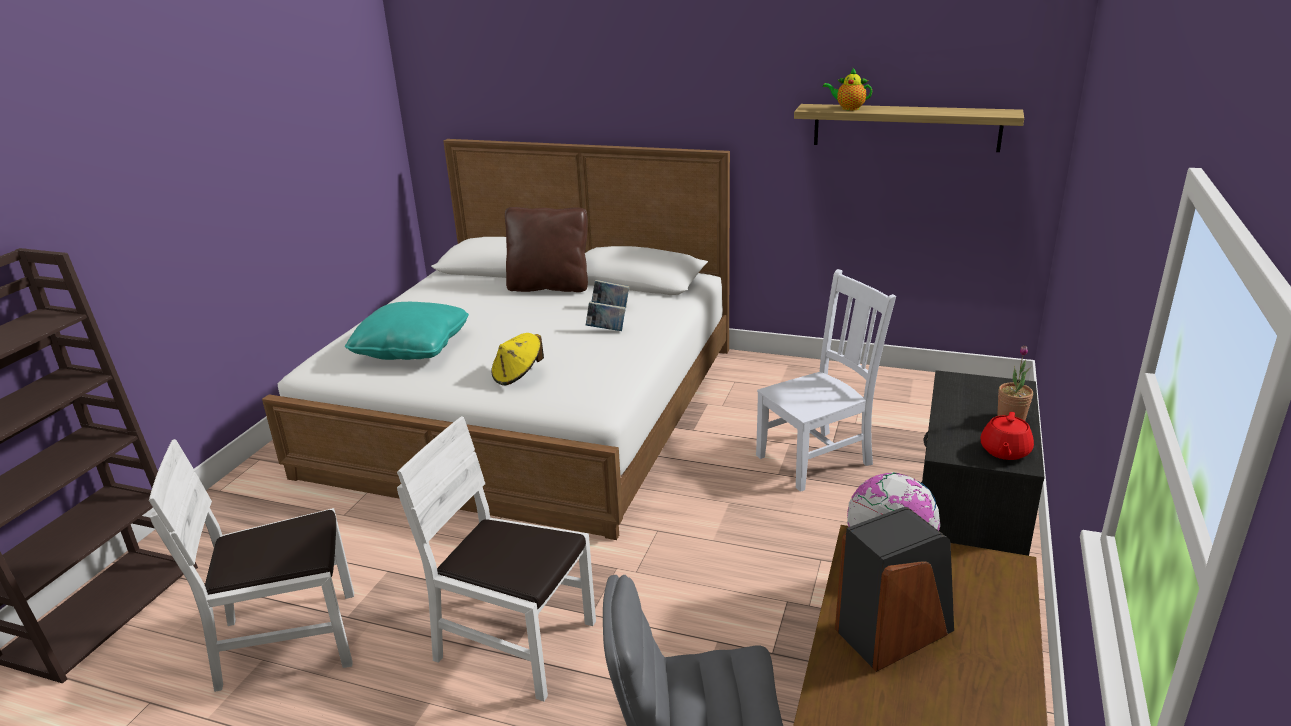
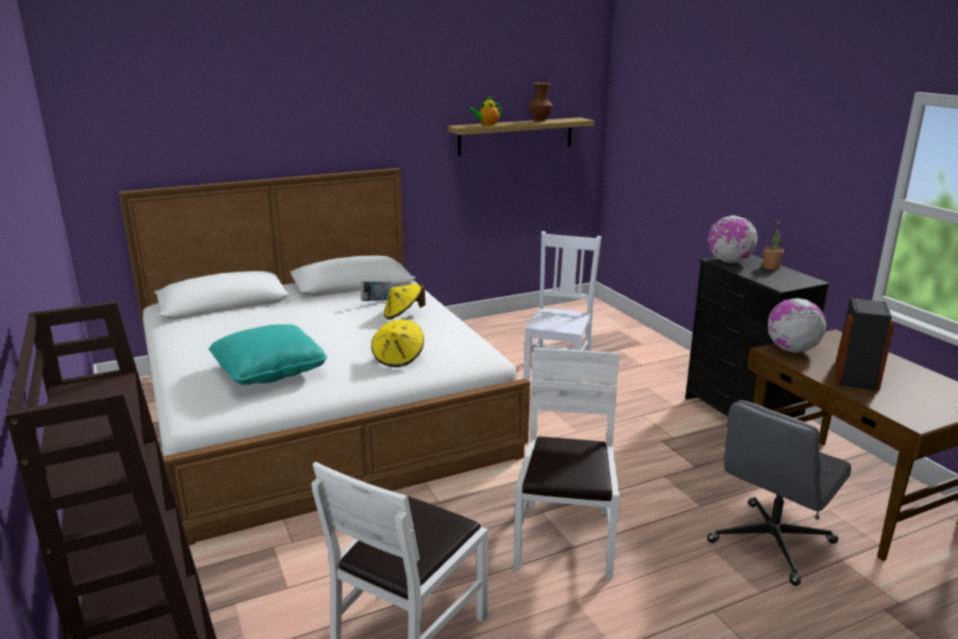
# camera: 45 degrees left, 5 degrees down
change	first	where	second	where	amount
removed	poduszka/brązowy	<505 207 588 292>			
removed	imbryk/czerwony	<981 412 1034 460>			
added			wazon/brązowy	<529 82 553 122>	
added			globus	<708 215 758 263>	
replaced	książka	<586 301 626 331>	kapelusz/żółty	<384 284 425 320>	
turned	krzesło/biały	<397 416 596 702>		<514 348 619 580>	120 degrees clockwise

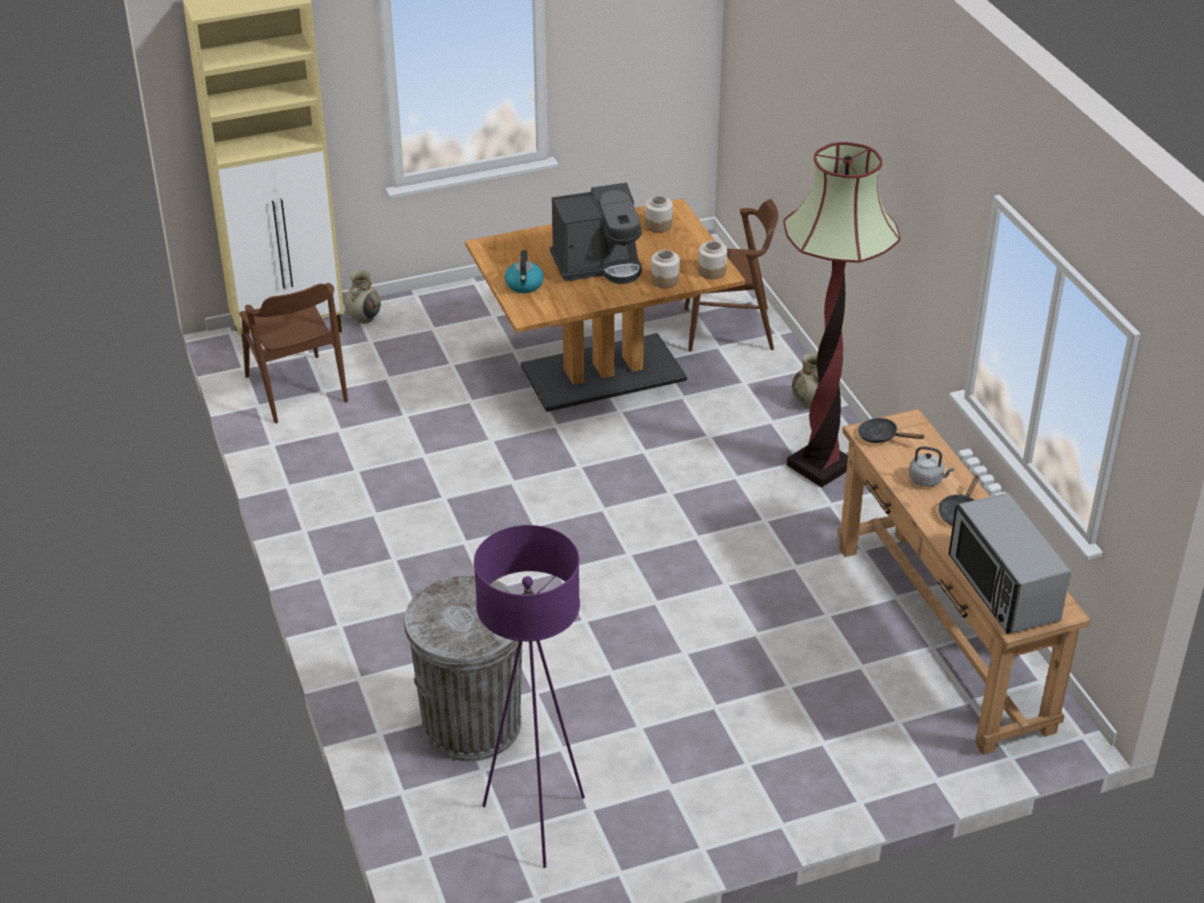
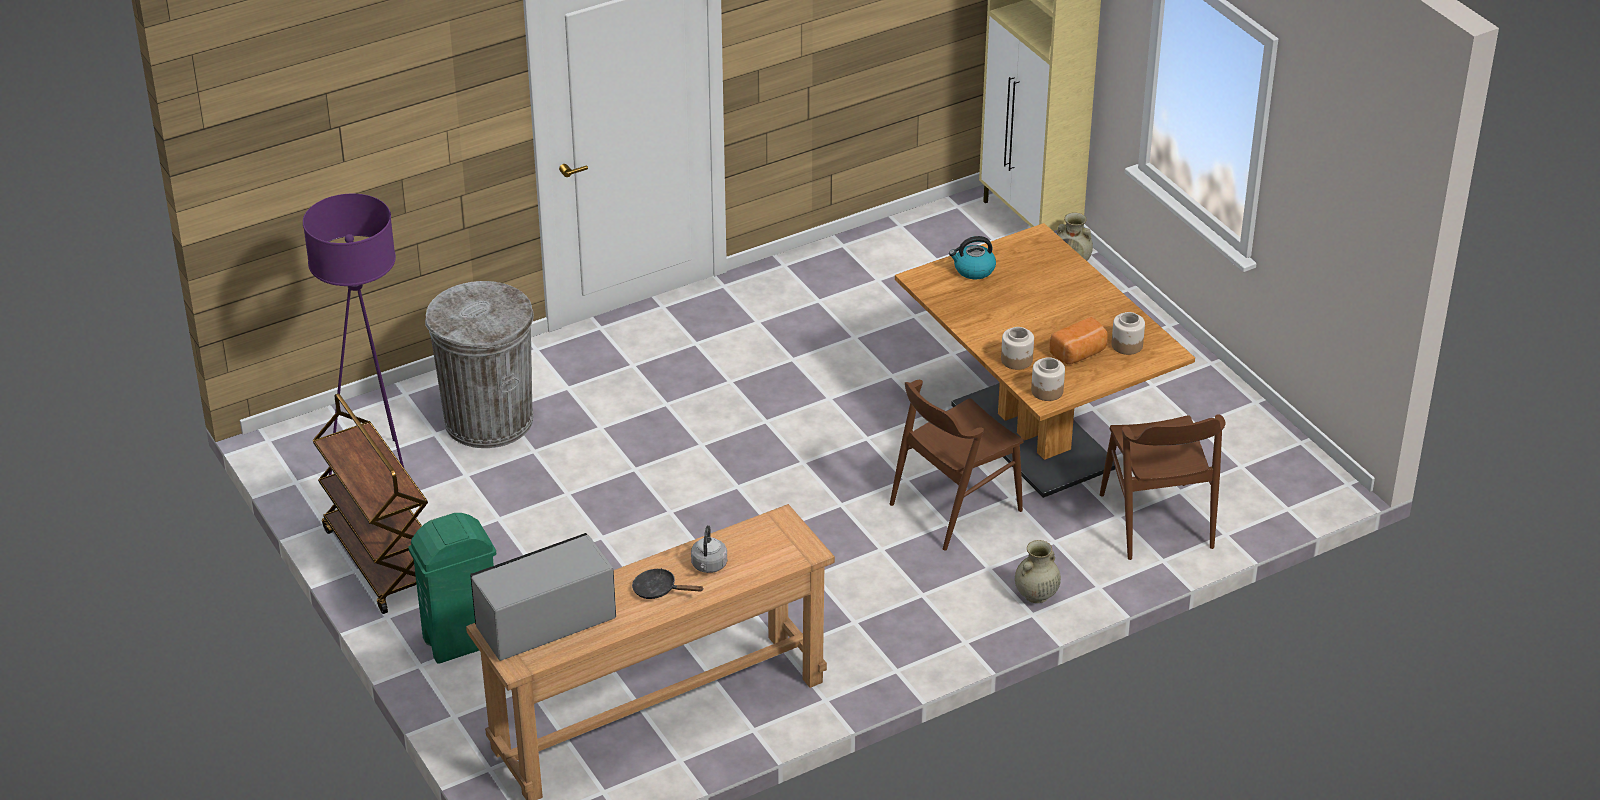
# camera: 80 degrees right, 0 degrees up
change	first	where	second	where	amount
removed	ekspres do kawy	<550 183 642 284>			
removed	lampa stojąca	<783 142 901 488>			
removed	patelnia/czarny	<858 418 924 443>			
added			wózek/brązowy	<312 393 428 614>	
added			kosz na śmieci/zielony	<408 513 496 664>	
added			chleb	<1050 317 1108 364>	
moved	krzesło/brązowy	<240 283 348 423>		<890 380 1024 550>	

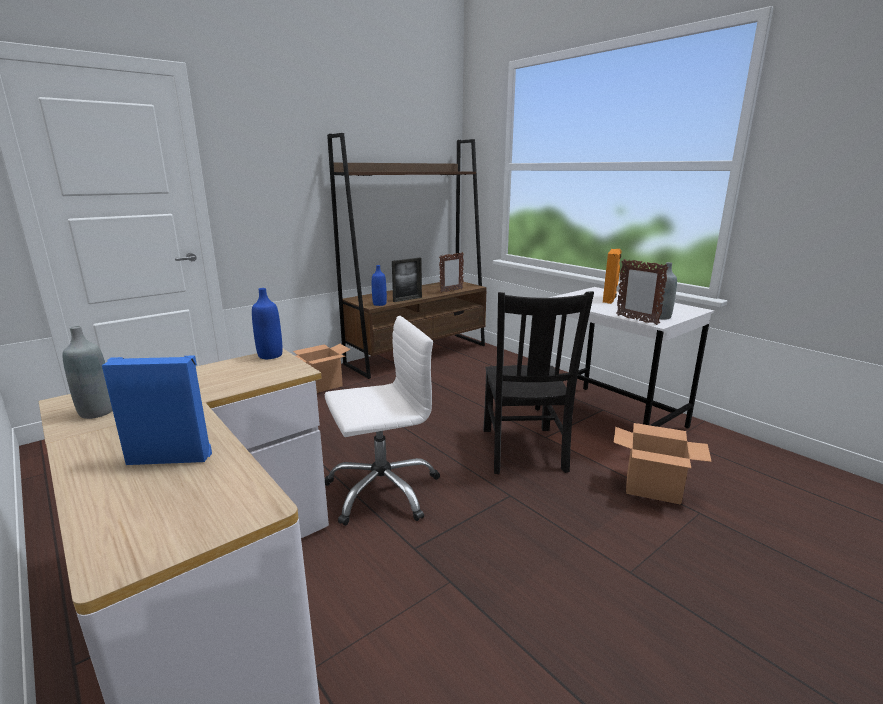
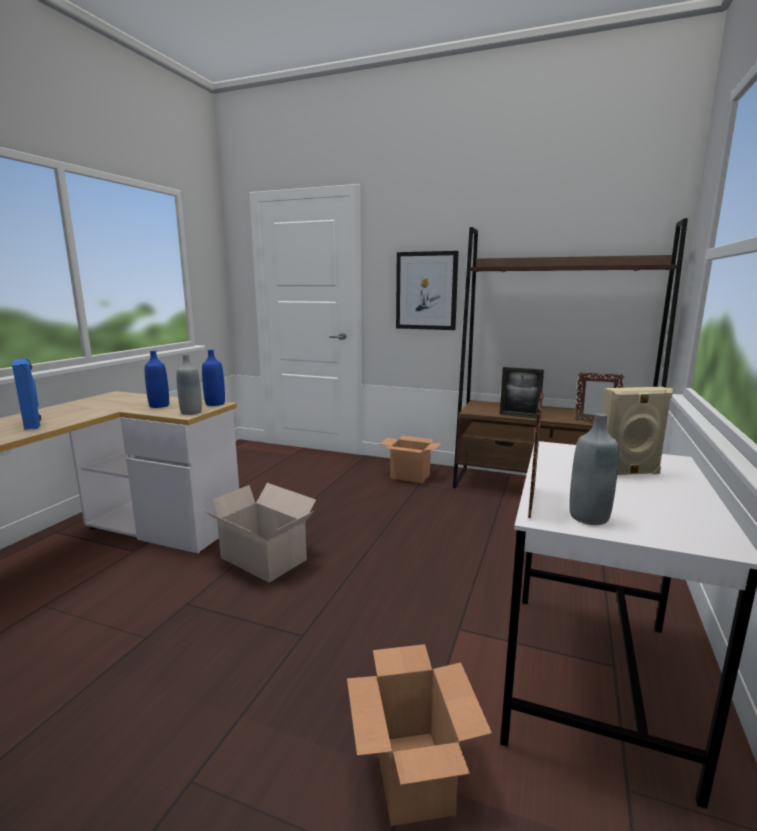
# camera: 60 degrees right, 5 degrees down
change	first	where	second	where	amount
removed	krzesło/czarny	<483 291 594 474>			
added			obraz	<396 251 459 330>	
moved	butelka/szary	<62 326 113 419>		<176 354 202 415>	
moved	butelka/niebieski	<372 265 387 306>		<145 351 169 408>	
replaced	krzesło biurowe/biały	<325 316 440 526>	karton	<202 483 316 583>	
recoloured	głośnik/pomarańczowy	<603 249 621 304>	głośnik/beżowy	<601 387 673 475>	

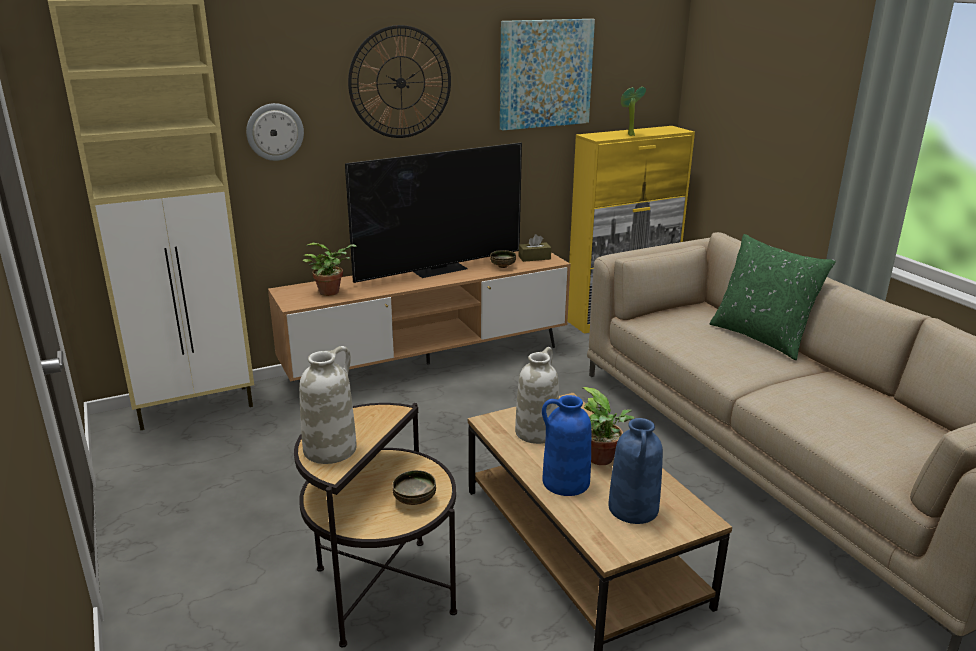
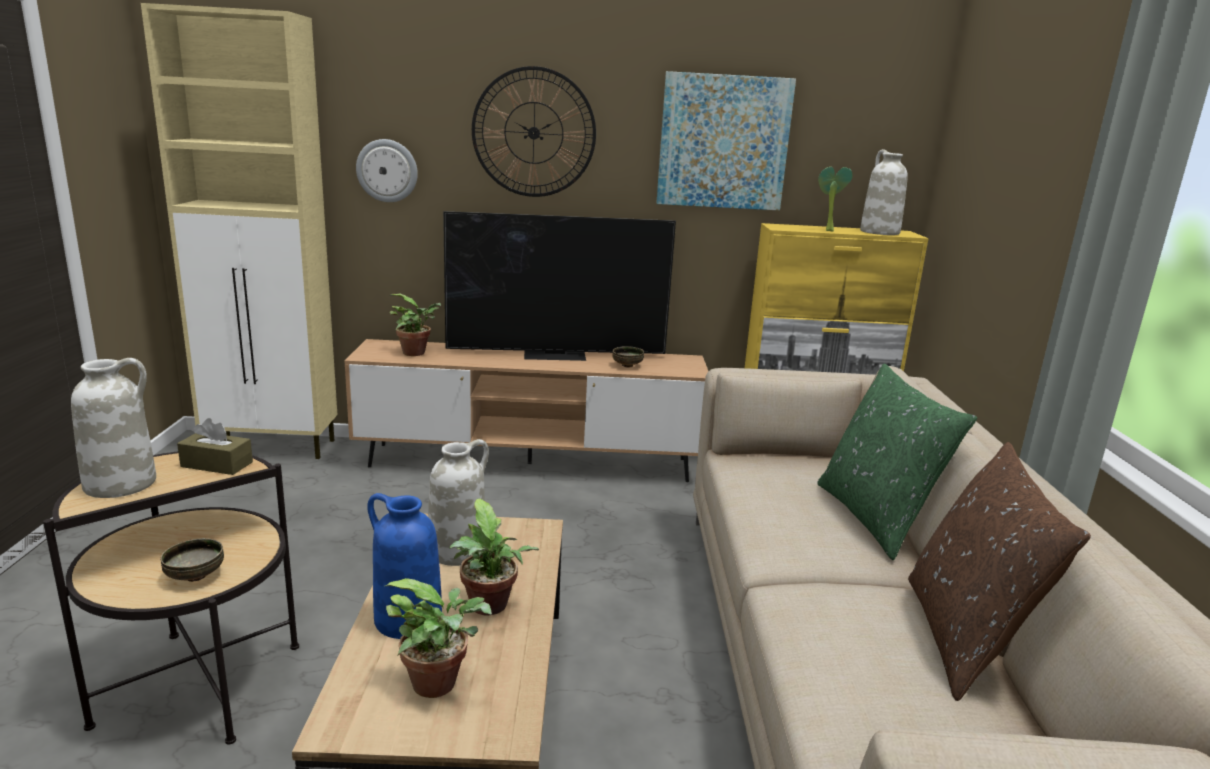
# camera: 25 degrees right, 5 degrees down
change	first	where	second	where	amount
added			wazon/biały	<860 149 908 235>	
added			poduszka/brązowy	<908 442 1091 701>	
moved	pudełko chusteczek/brązowy	<519 234 551 262>		<177 418 253 475>	
replaced	wazon/niebieski	<608 418 663 524>	roślina doniczkowa	<385 578 492 698>	

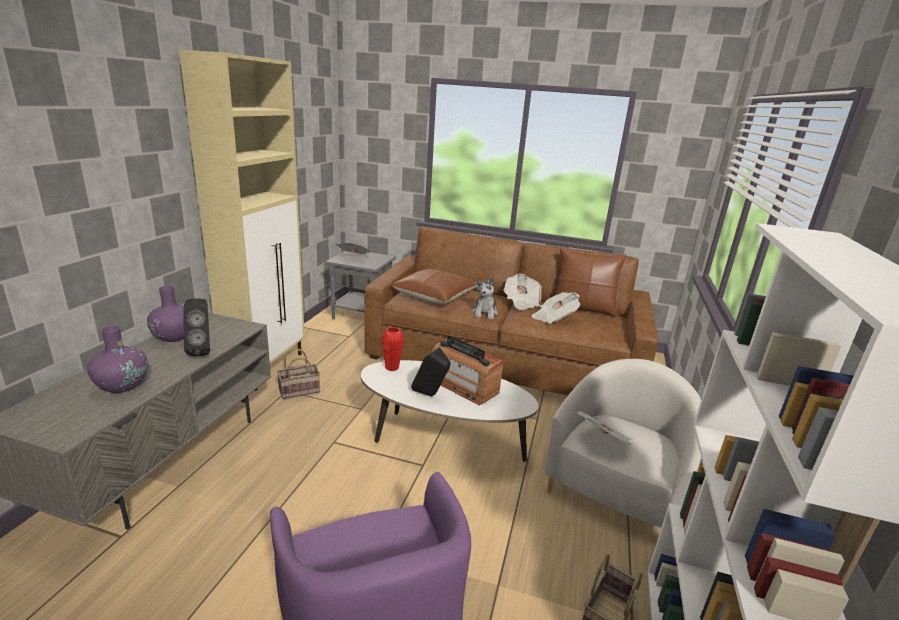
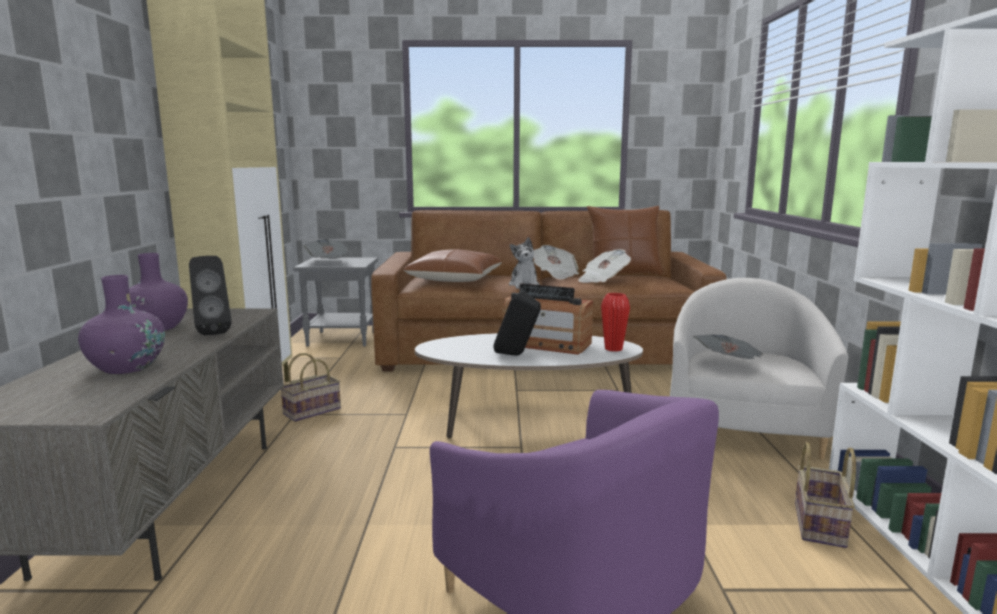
# camera: 15 degrees left, 10 degrees down
change	first	where	second	where	amount
moved	wazon/czerwony	<382 327 404 371>		<601 293 630 352>	

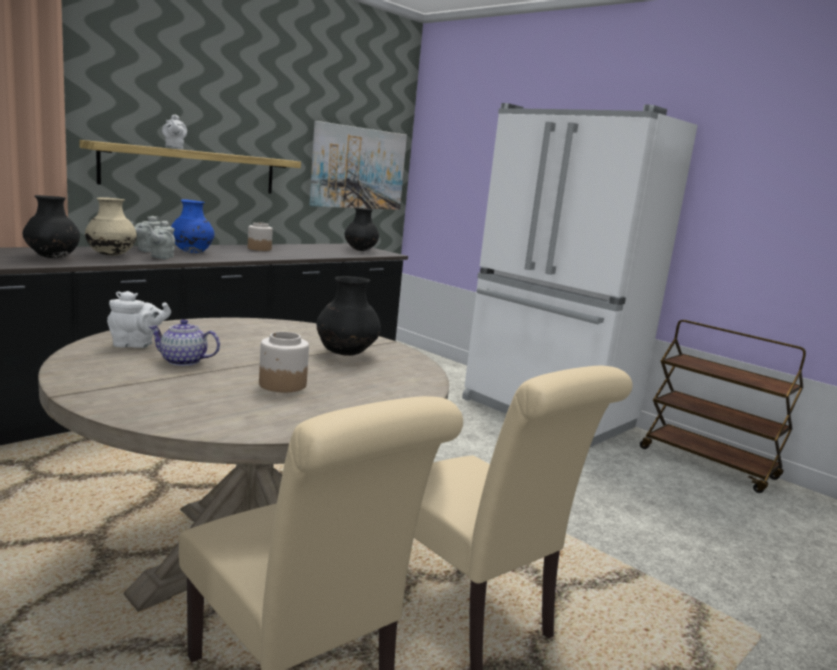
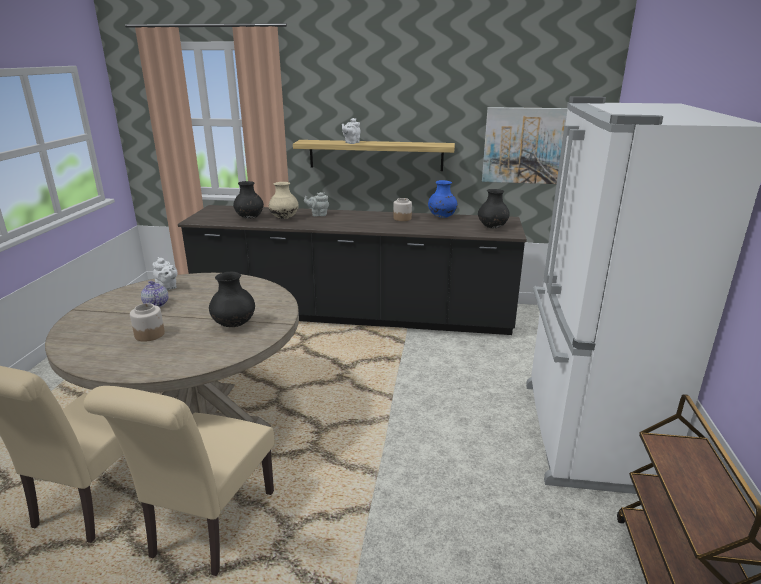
# camera: 55 degrees right, 10 degrees up
change	first	where	second	where	amount
removed	imbryk/szary	<147 220 175 259>			
moved	wazon/niebieski	<171 200 214 253>		<428 180 458 218>	

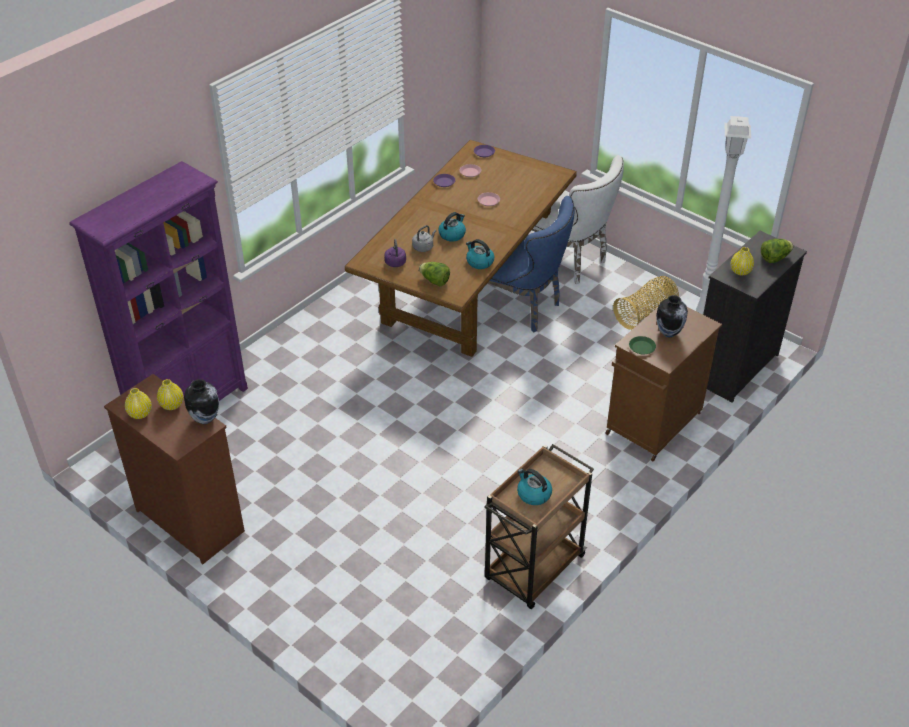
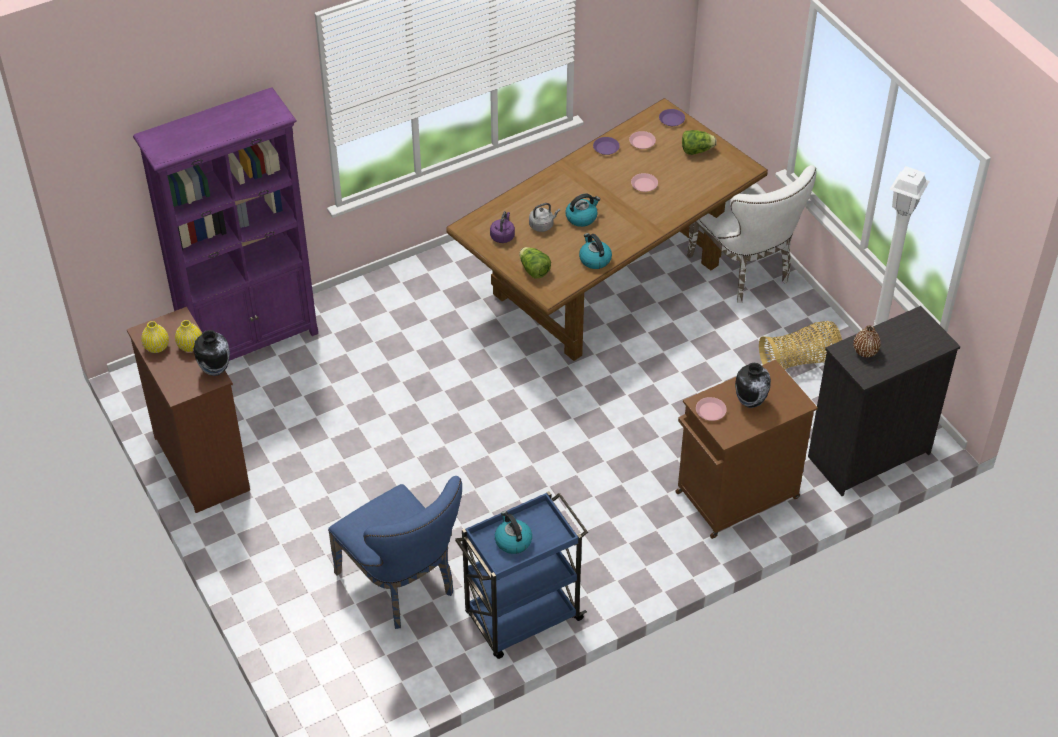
# camera: 20 degrees right, 5 degrees up
change	first	where	second	where	amount
moved	krzesło/niebieski	<488 196 574 333>		<328 476 462 629>	
moved	sałata	<761 239 793 263>		<682 130 717 155>	
recoloured	wózek/brązowy	<484 444 594 609>	wózek/niebieski	<455 491 588 659>	
recoloured	talerz/zielony	<629 336 656 355>	talerz/różowy	<696 397 727 421>	
recoloured	wazon/żółty	<731 247 754 276>	wazon/brązowy	<853 325 881 357>	

